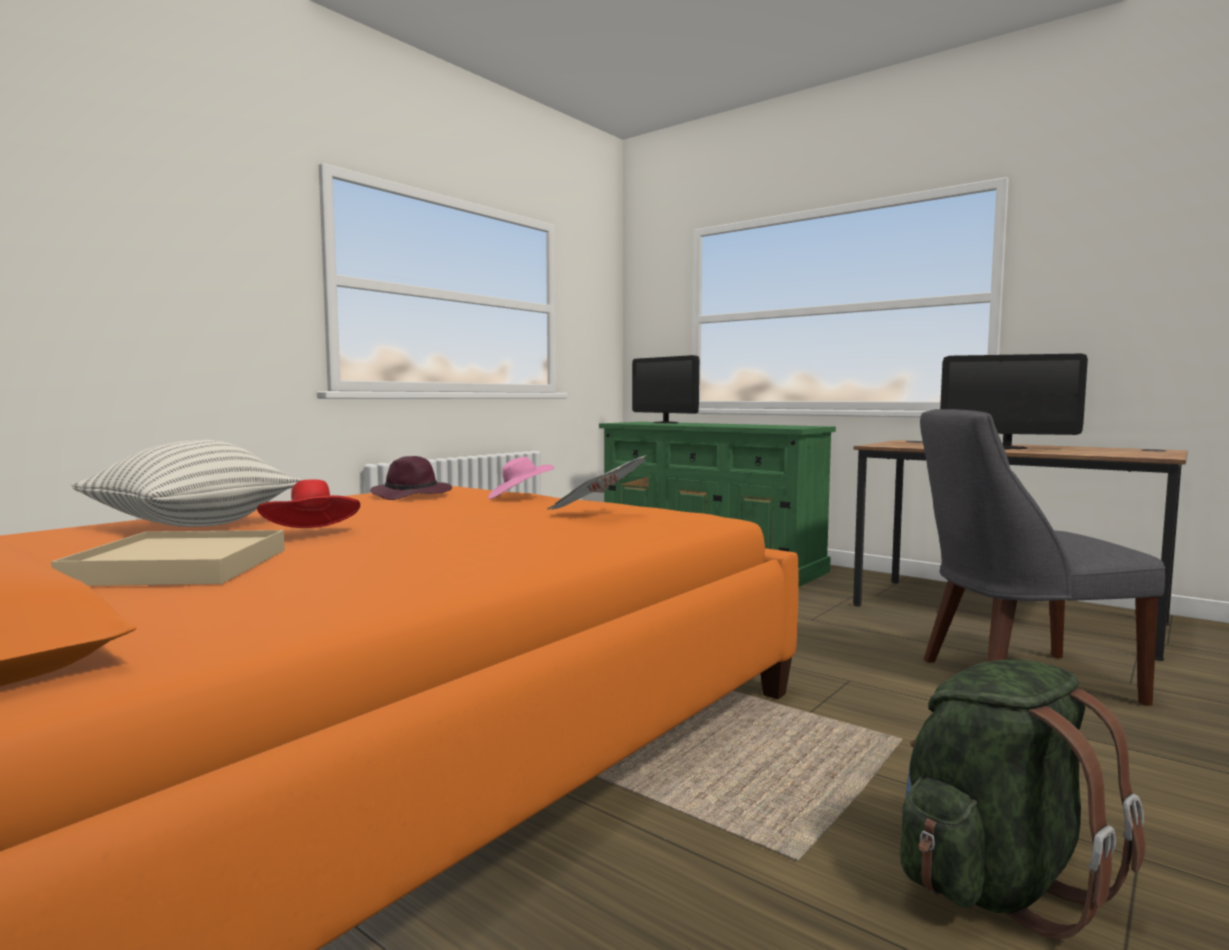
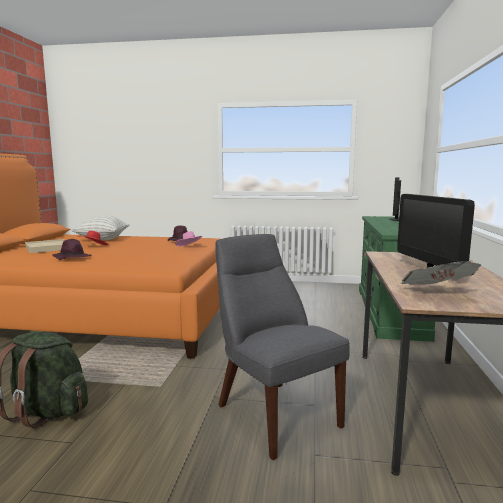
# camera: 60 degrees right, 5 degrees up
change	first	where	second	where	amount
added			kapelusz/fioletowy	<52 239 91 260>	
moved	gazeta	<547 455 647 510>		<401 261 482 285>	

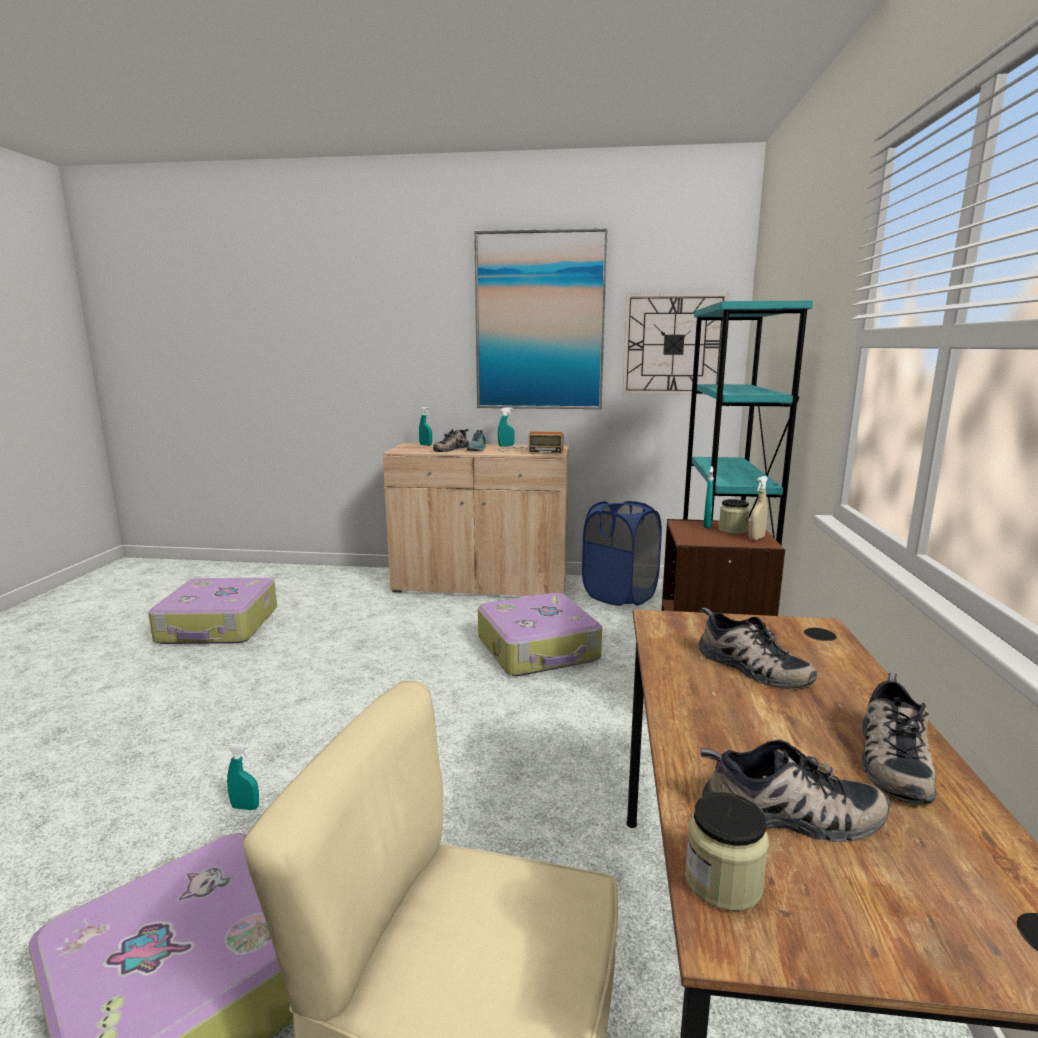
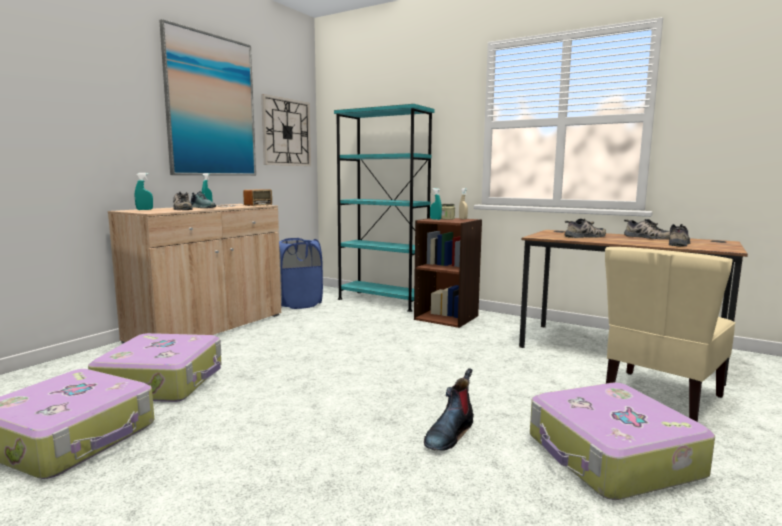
# camera: 65 degrees left, 5 degrees down
change	first	where	second	where	amount
removed	słoik	<685 792 769 911>			
moved	walizka	<478 593 602 676>		<88 333 221 402>	
replaced	spryskiwacz/turkusowy	<227 744 259 810>	but z cholewką	<424 368 474 451>	

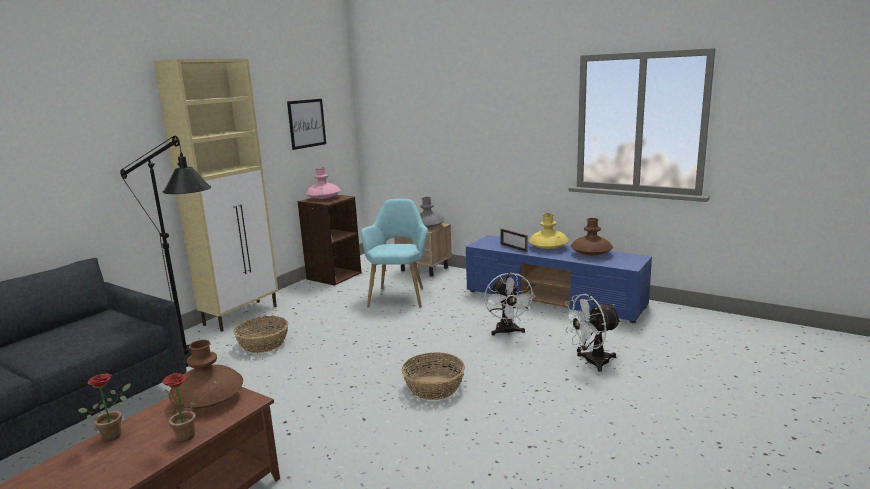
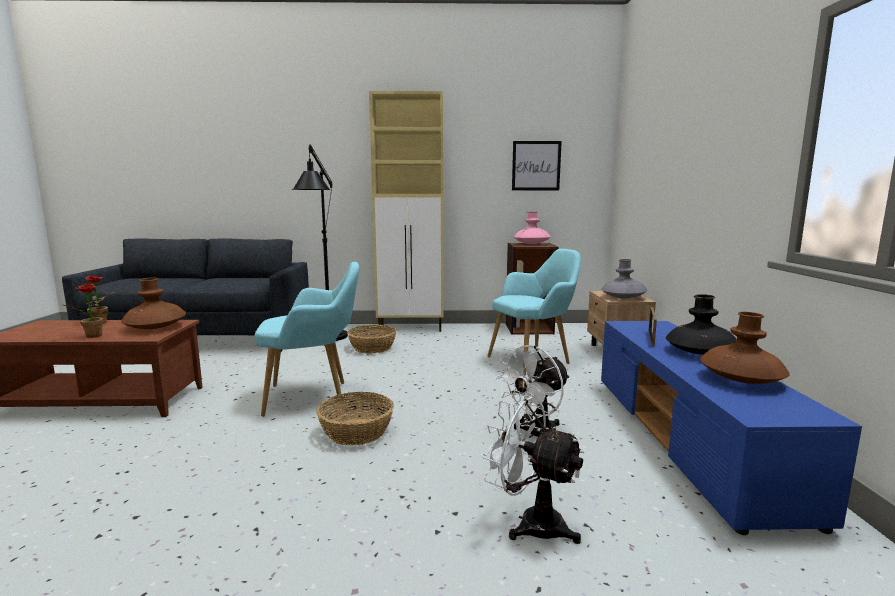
# camera: 55 degrees right, 5 degrees down
change	first	where	second	where	amount
added			fotel/turkusowy	<255 262 359 417>	
recoloured	wazon/żółty	<529 213 569 249>	wazon/czarny	<666 294 737 355>	

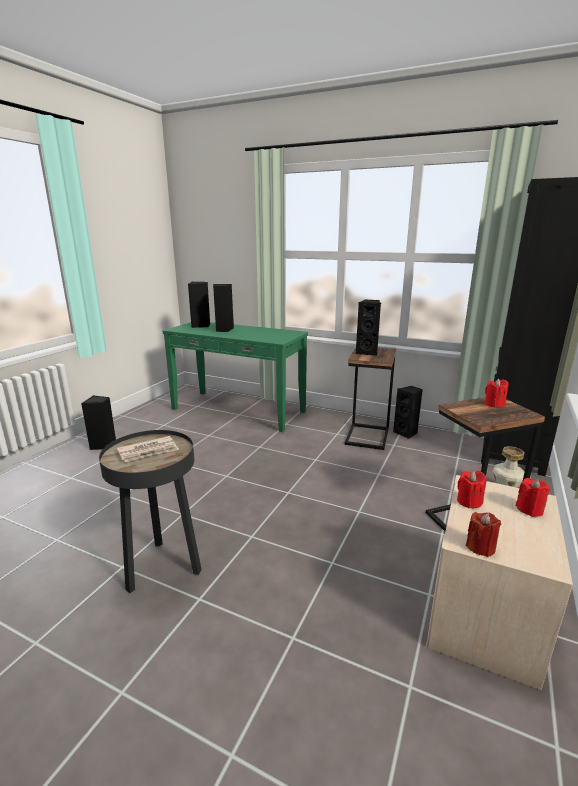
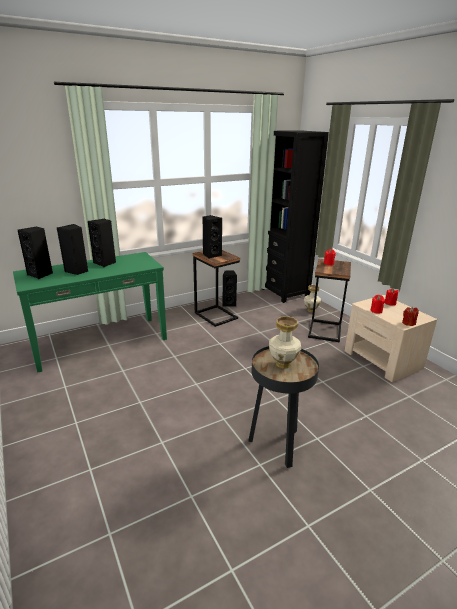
# camera: 55 degrees left, 5 degrees up
change	first	where	second	where	amount
moved	głośnik/czarny	<81 395 116 450>		<88 219 116 267>	
replaced	gazeta	<117 436 179 462>	wazon	<269 316 301 369>	

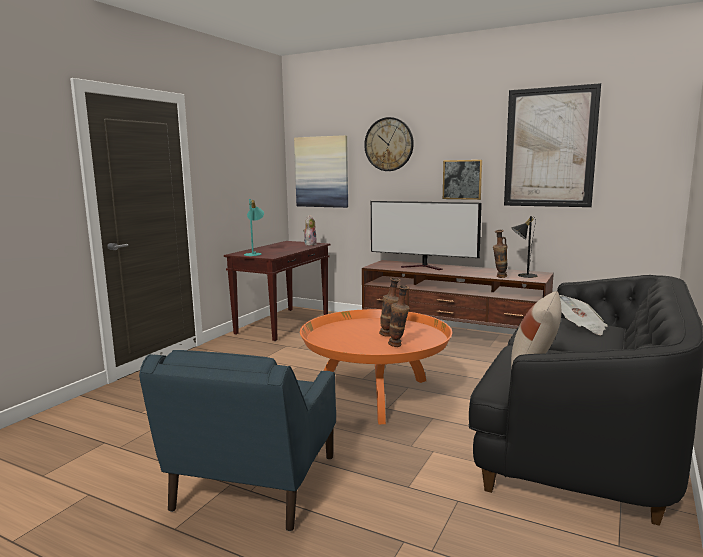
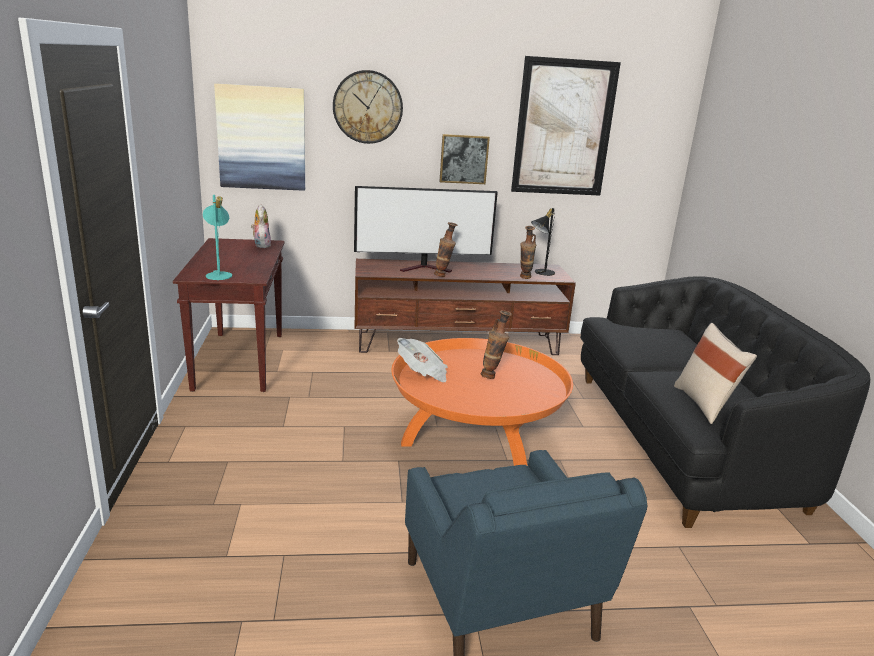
# camera: 35 degrees left, 10 degrees up
change	first	where	second	where	amount
moved	wazon	<388 285 410 347>		<434 222 458 277>	
moved	gazeta	<559 295 608 335>		<397 338 448 382>	

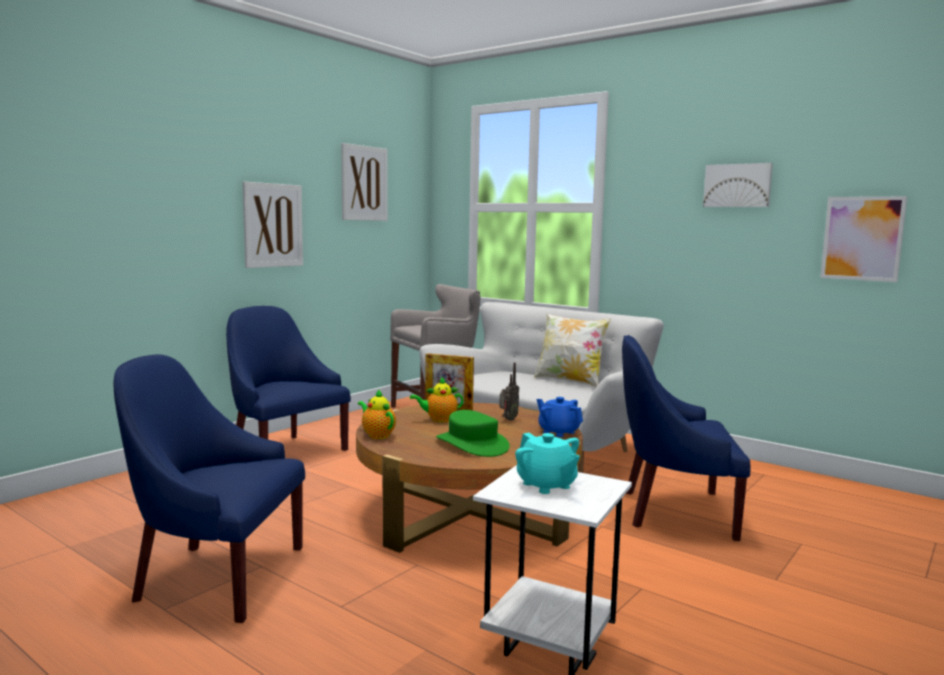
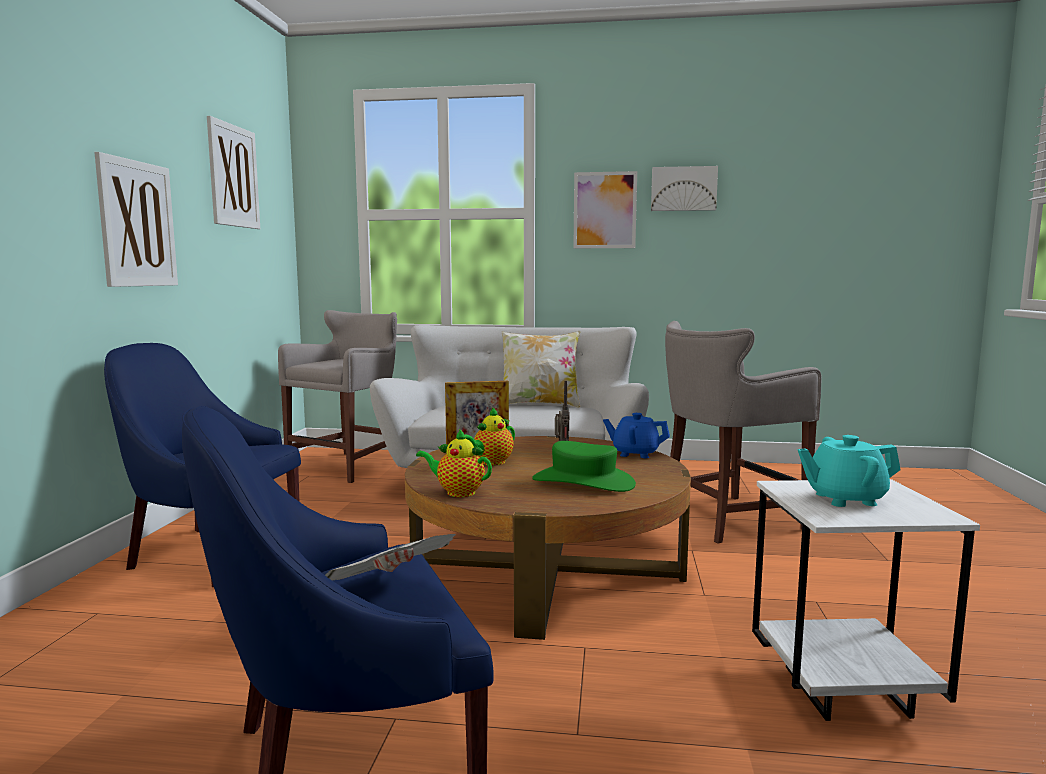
# camera: 30 degrees left, 0 degrees up
change	first	where	second	where	amount
added			gazeta	<325 534 455 581>	
moved	obraz	<820 196 907 282>		<573 171 637 248>	
replaced	fotel/niebieski	<622 335 751 541>	stołek/szary	<665 321 821 544>	
turned	imbryk/turkusowy	<515 433 580 494>		<798 435 901 507>	150 degrees clockwise

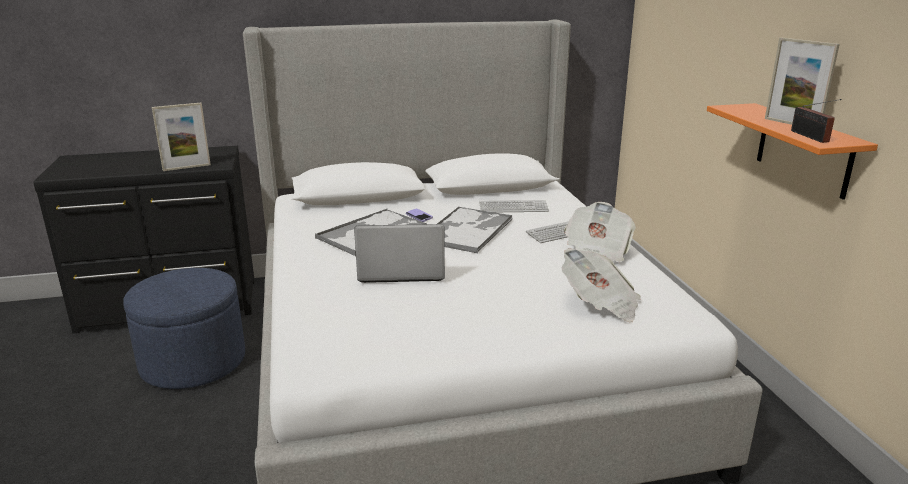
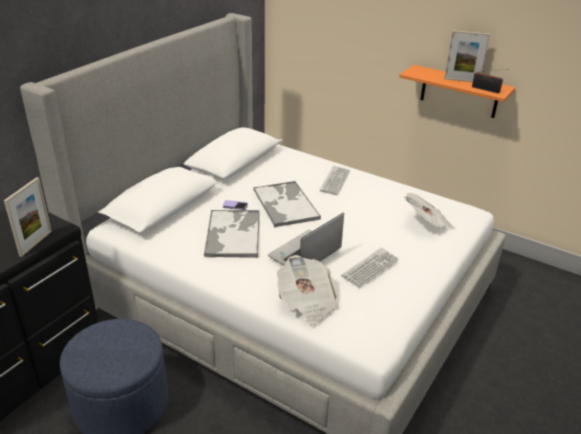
# camera: 45 degrees left, 10 degrees up
change	first	where	second	where	amount
moved	klawiatura	<479 200 549 212>		<341 247 399 288>	
moved	gazeta	<564 202 636 262>		<277 255 339 325>	

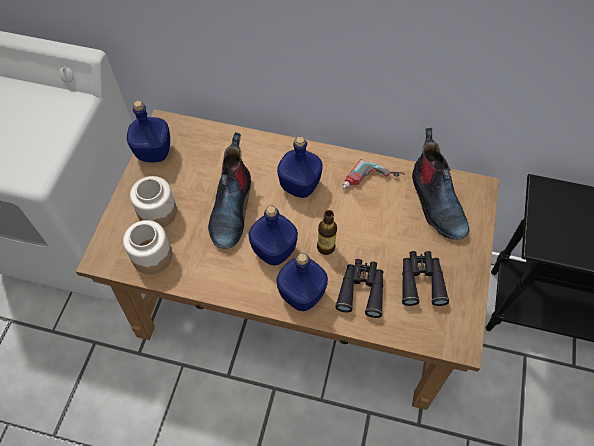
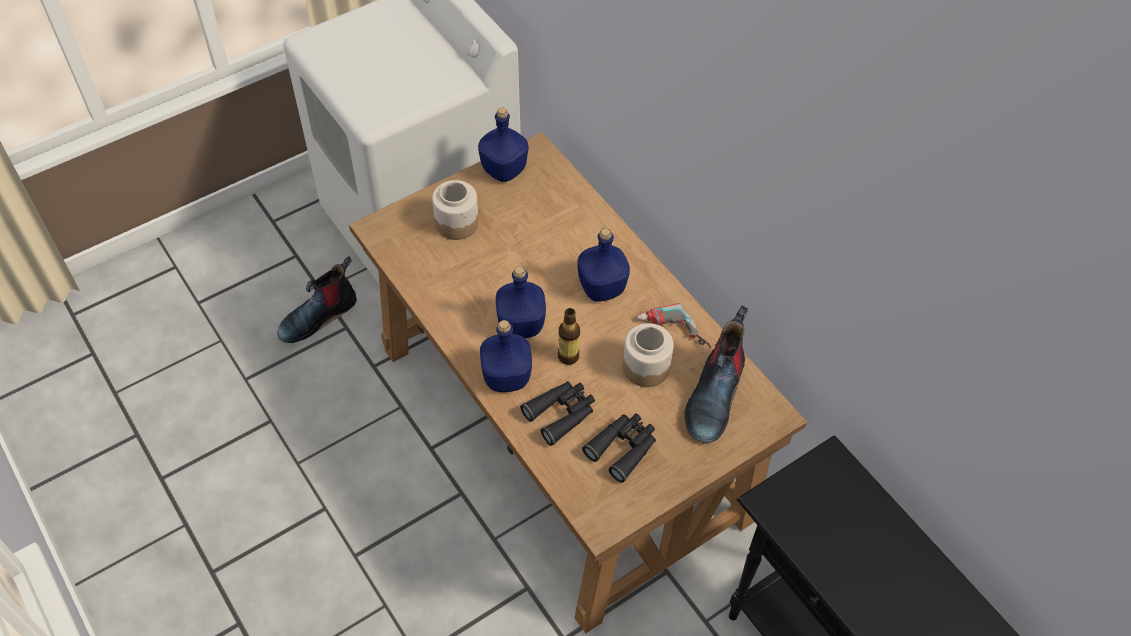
# camera: 40 degrees right, 5 degrees down
change	first	where	second	where	amount
moved	słoik	<123 220 172 274>		<623 323 674 387>	
moved	but z cholewką	<208 132 251 249>		<277 256 357 343>	

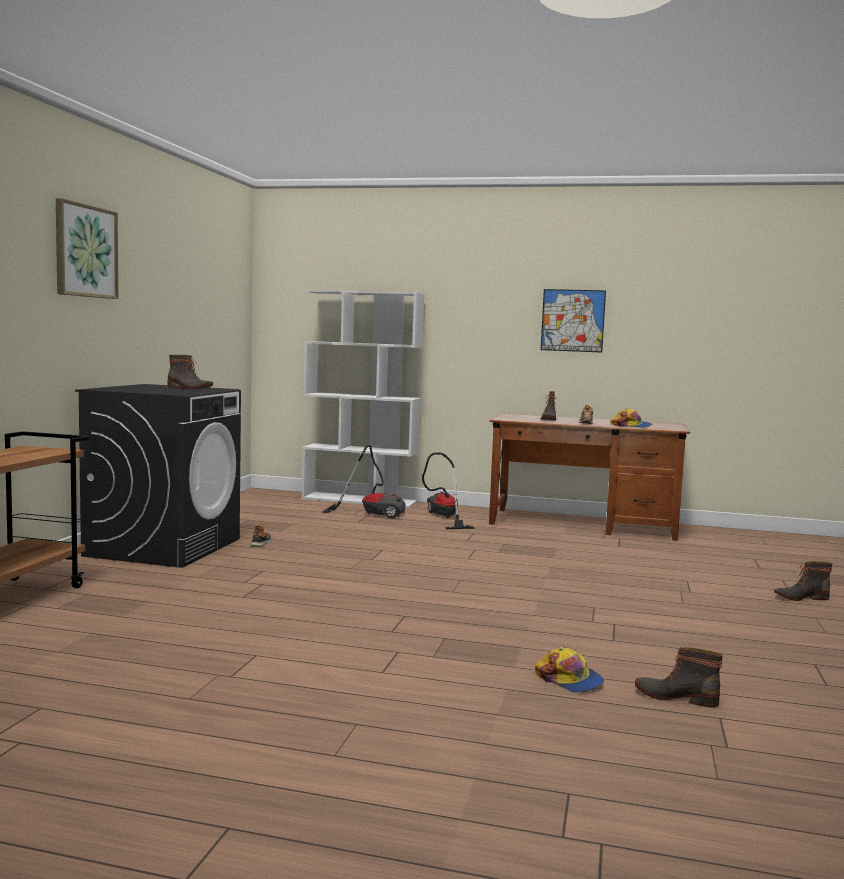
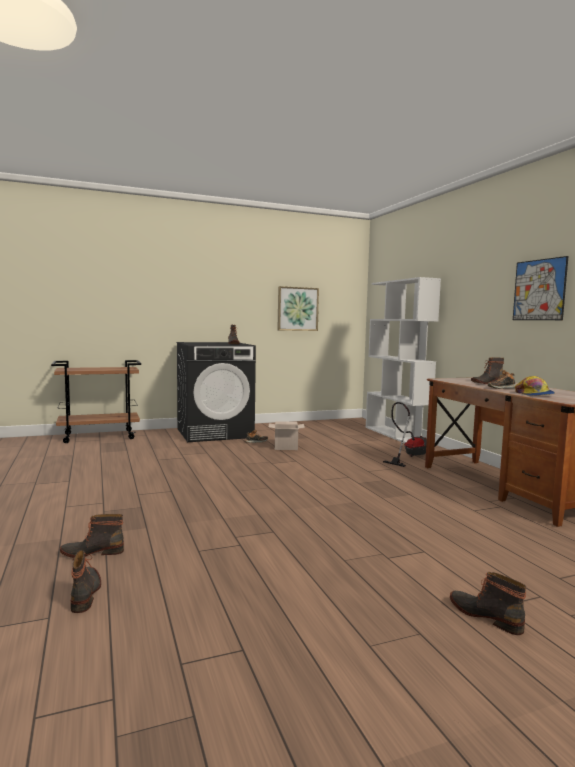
# camera: 55 degrees right, 0 degrees up
change	first	where	second	where	amount
removed	odkurzacz	<322 445 406 519>			
added			karton	<269 421 305 450>	
moved	obraz	<56 198 118 299>		<277 286 319 331>	
replaced	czapka z daszkiem	<535 647 604 693>	but z cholewką	<60 514 124 558>	

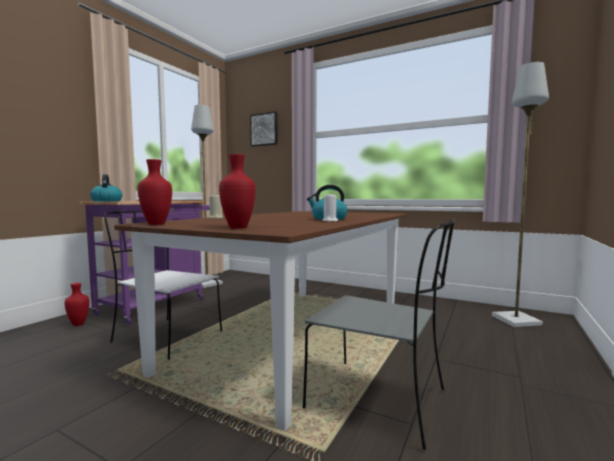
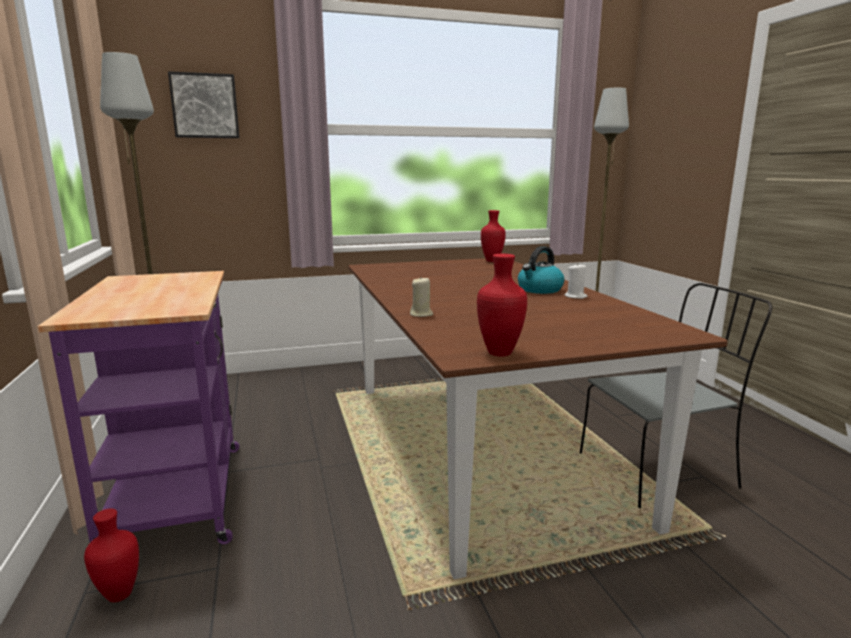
# camera: 45 degrees left, 10 degrees up
change	first	where	second	where	amount
removed	czajnik	<90 174 122 201>			
removed	krzesło/biały	<104 211 222 360>			
moved	wazon/czerwony	<219 154 256 229>		<481 210 506 262>	

